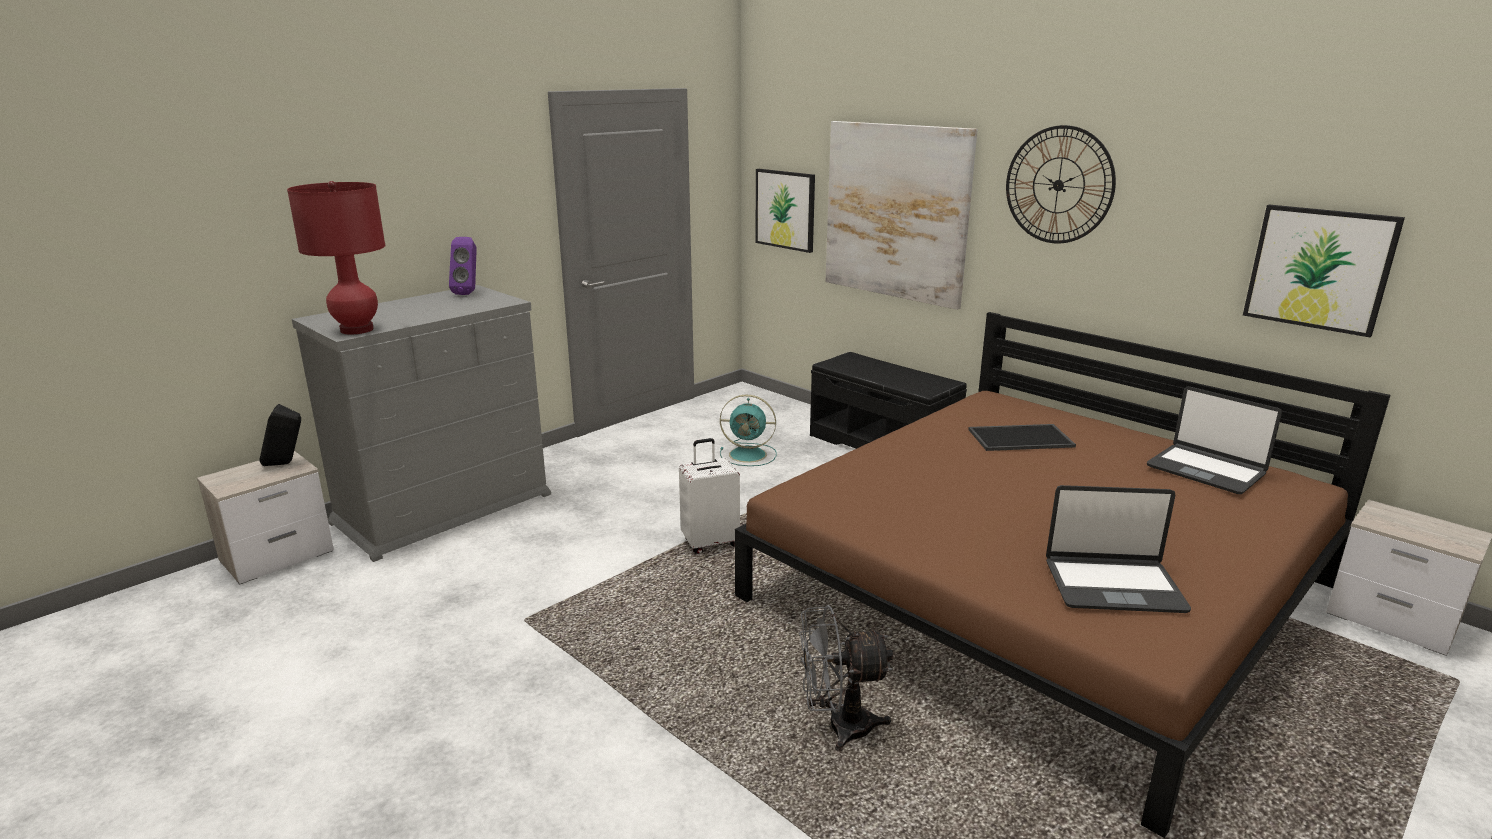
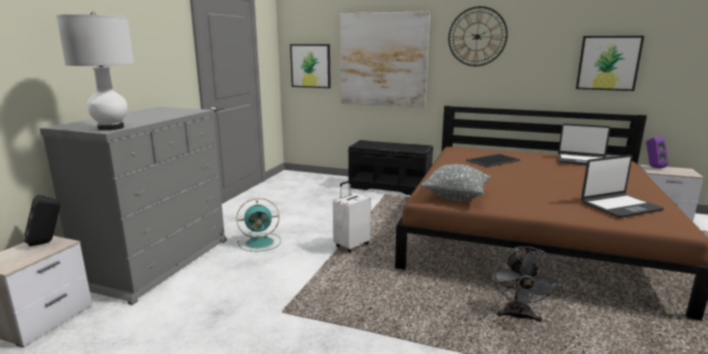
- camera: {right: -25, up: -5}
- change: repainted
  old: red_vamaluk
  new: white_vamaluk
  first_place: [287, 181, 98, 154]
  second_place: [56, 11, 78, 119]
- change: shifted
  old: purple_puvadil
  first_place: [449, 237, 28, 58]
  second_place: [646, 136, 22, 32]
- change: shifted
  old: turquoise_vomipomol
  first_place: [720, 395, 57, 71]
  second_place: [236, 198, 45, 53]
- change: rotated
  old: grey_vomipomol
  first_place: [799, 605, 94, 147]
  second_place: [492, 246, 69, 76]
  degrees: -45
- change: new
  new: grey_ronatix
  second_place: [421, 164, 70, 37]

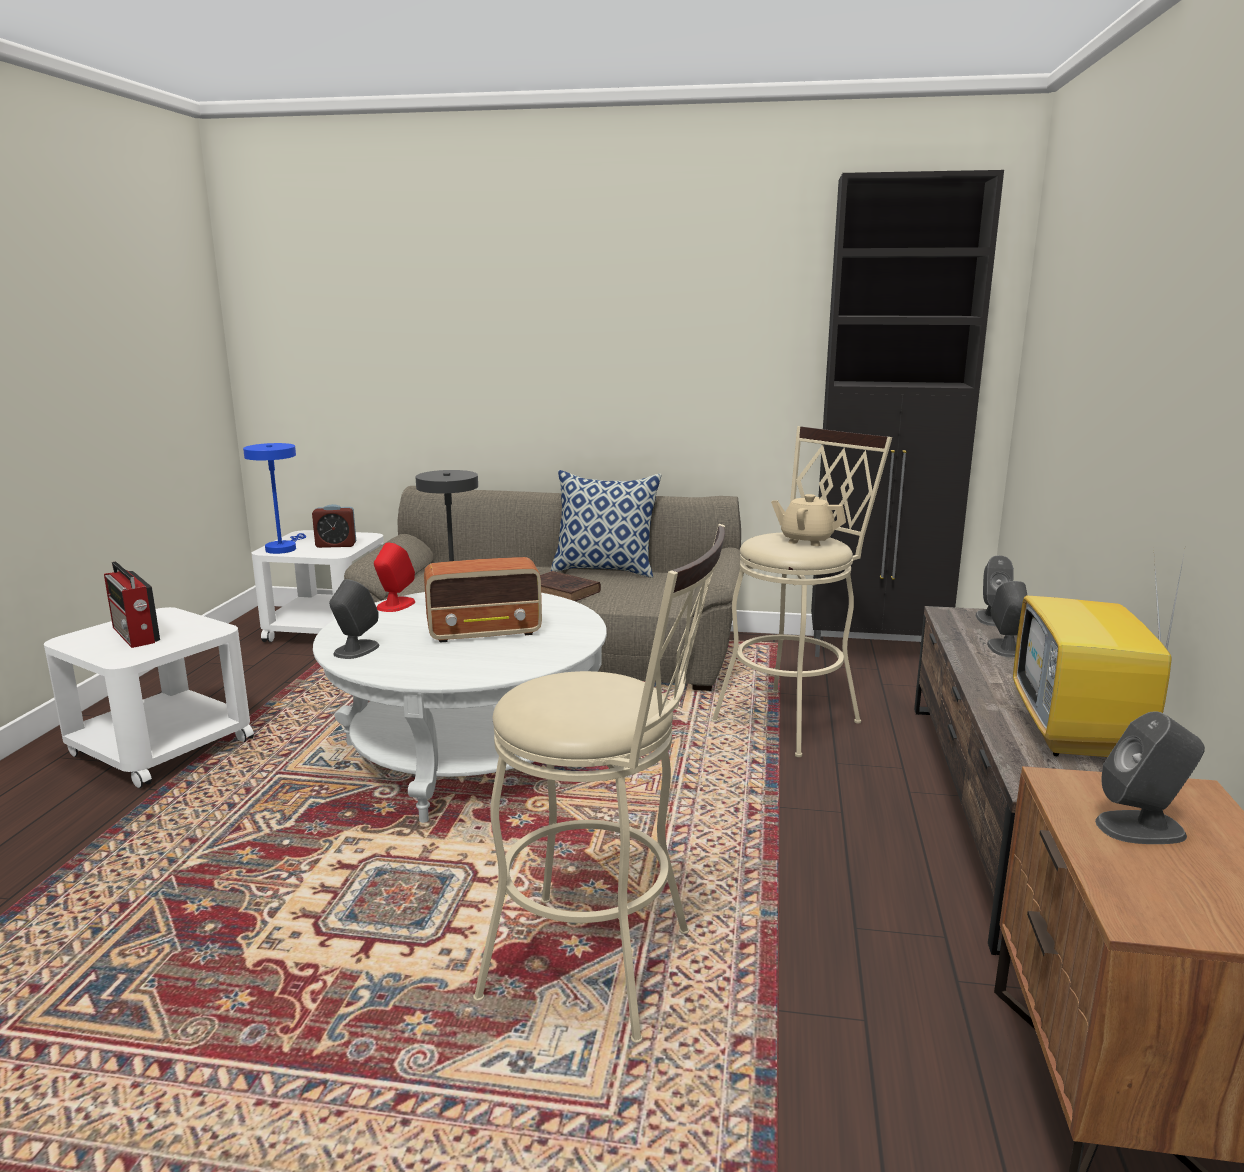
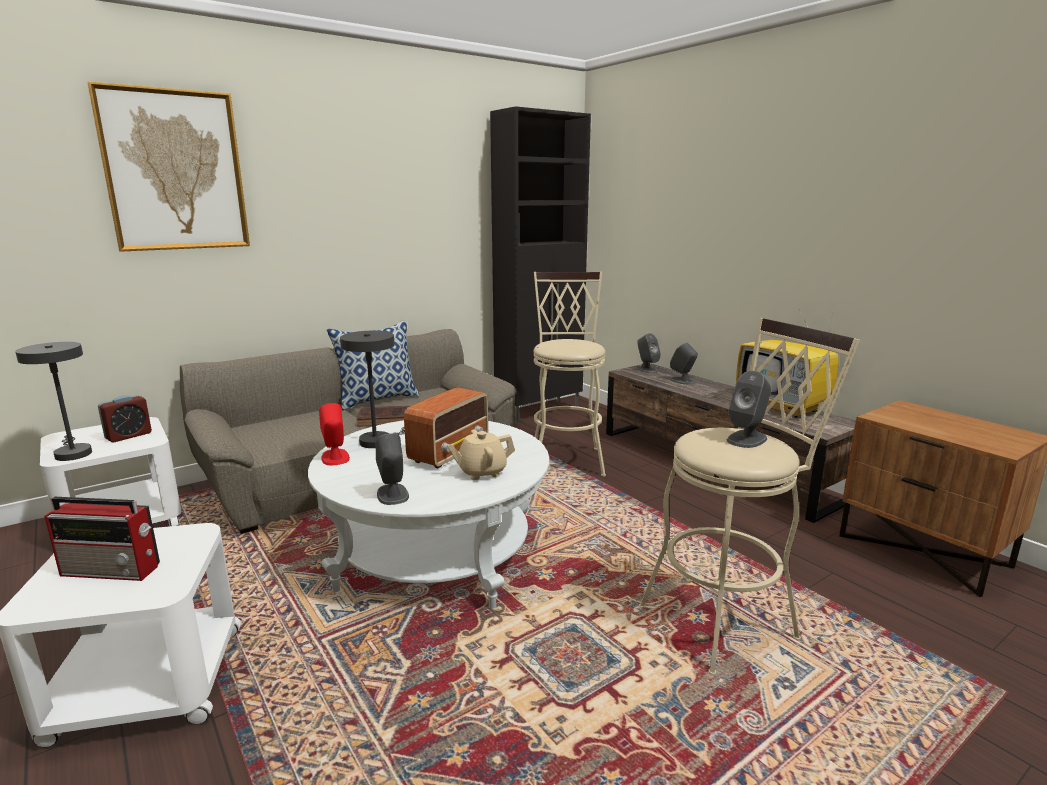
- camera: {right: -45, up: 0}
- change: repainted
  old: blue_vamaluk
  new: grey_vamaluk
  first_place: [243, 443, 63, 111]
  second_place: [15, 342, 77, 119]
- change: shifted
  old: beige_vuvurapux
  first_place: [771, 494, 75, 52]
  second_place: [447, 429, 68, 51]
- change: shifted
  old: grey_puvadil
  first_place: [1095, 711, 110, 133]
  second_place: [727, 371, 44, 77]
- change: new
  new: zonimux
  second_place: [87, 81, 163, 171]

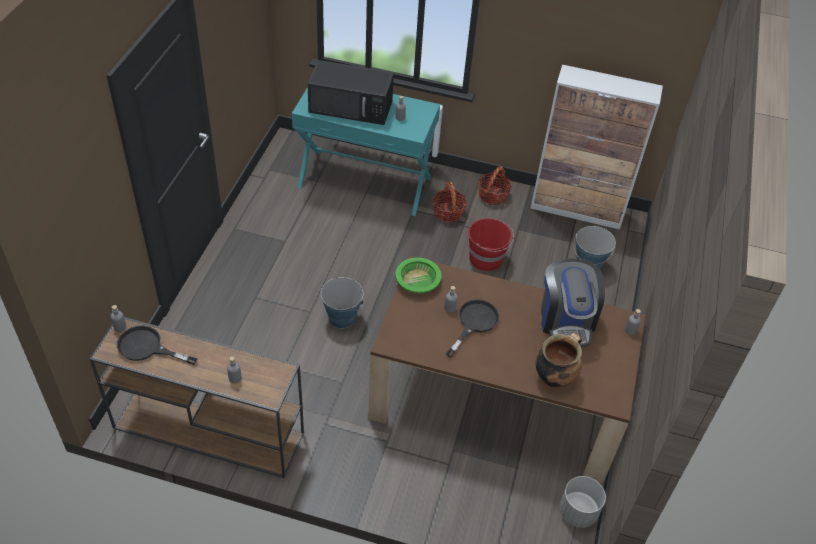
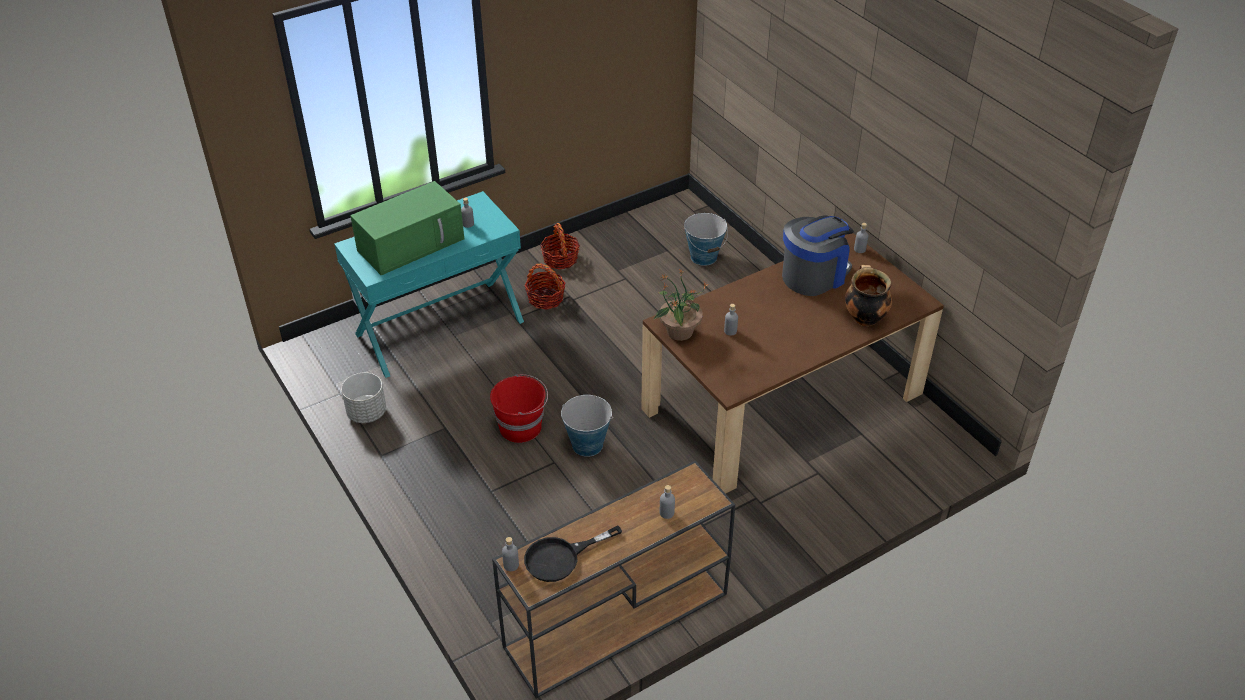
- camera: {right: -45, up: -5}
- change: repainted
  old: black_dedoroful
  new: green_dedoroful
  first_place: [307, 60, 87, 65]
  second_place: [350, 181, 114, 94]
- change: gone
  old: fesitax
  first_place: [530, 65, 133, 164]
- change: shifted
  old: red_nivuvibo
  first_place: [468, 218, 46, 53]
  second_place: [490, 374, 58, 69]
- change: swapped
  old: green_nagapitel
  new: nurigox
  first_place: [395, 258, 46, 35]
  second_place: [653, 269, 56, 72]
- change: rotated
  old: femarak
  first_place: [541, 259, 64, 88]
  second_place: [782, 216, 72, 80]
  degrees: -75
- change: gone
  old: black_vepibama
  first_place: [446, 299, 53, 59]
- change: shifted
  old: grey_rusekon
  first_place: [560, 476, 46, 52]
  second_place: [341, 372, 45, 51]

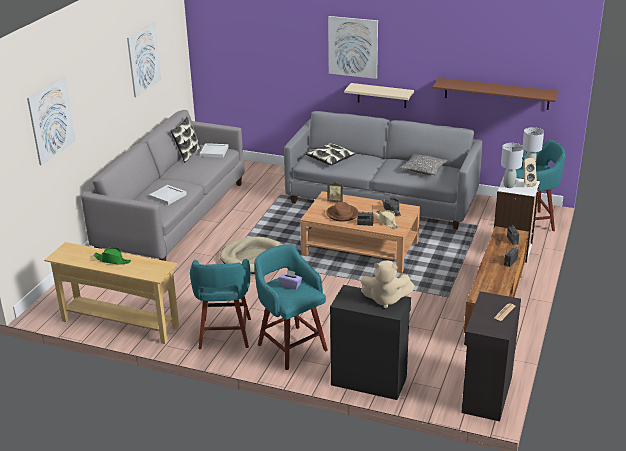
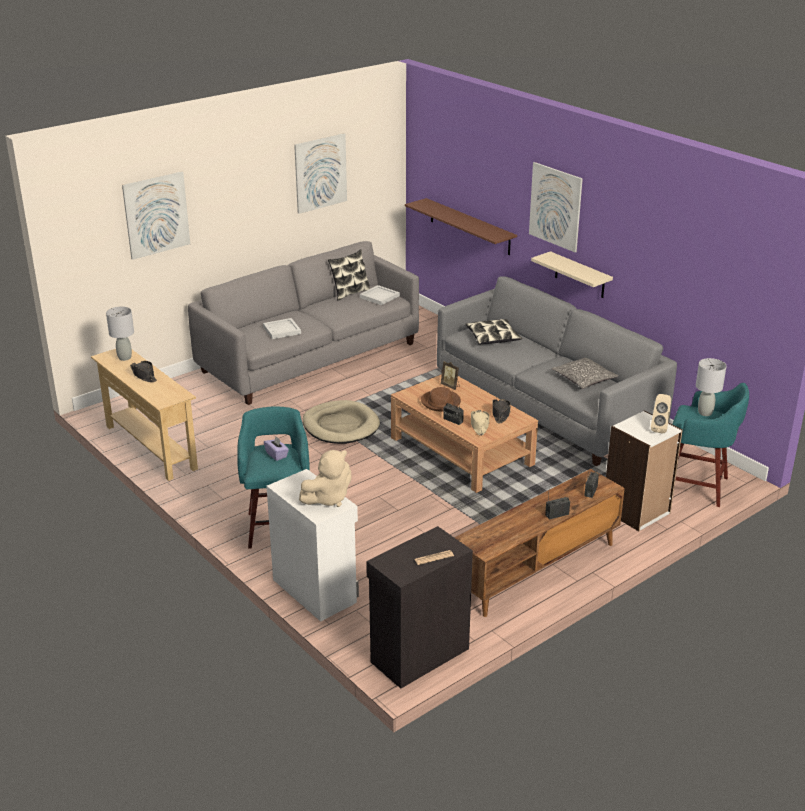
- camera: {right: 30, up: 0}
- change: shifted
  old: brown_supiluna
  first_place: [432, 78, 127, 32]
  second_place: [405, 198, 112, 57]
- change: shifted
  old: grey_vamaluk
  first_place: [501, 143, 23, 45]
  second_place: [106, 306, 28, 55]
- change: repainted
  old: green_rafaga
  new: black_rafaga
  first_place: [93, 247, 38, 17]
  second_place: [130, 361, 27, 21]
- change: gone
  old: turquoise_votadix
  first_place: [190, 259, 61, 90]
- change: rotated
  old: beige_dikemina
  first_place: [361, 261, 53, 48]
  second_place: [299, 450, 53, 57]
  degrees: -75
- change: repainted
  old: black_fesitax
  new: white_fesitax
  first_place: [330, 285, 81, 115]
  second_place: [266, 469, 93, 153]

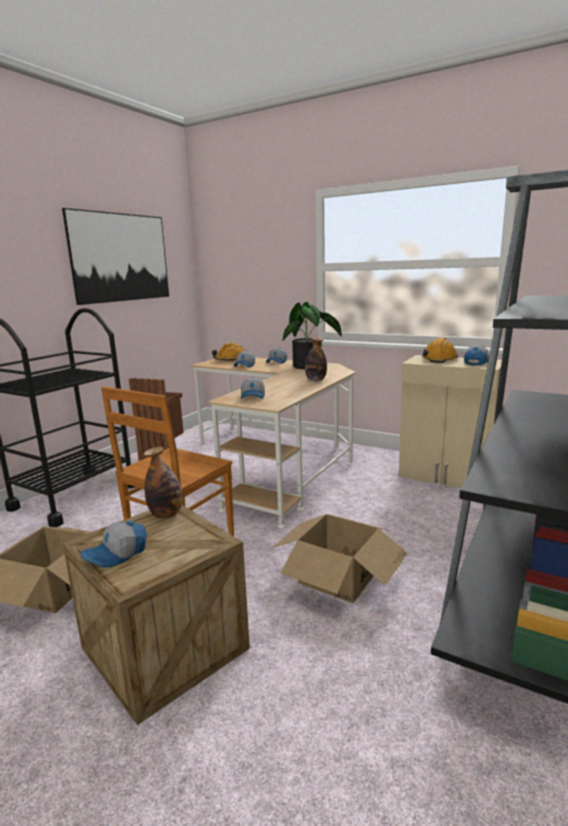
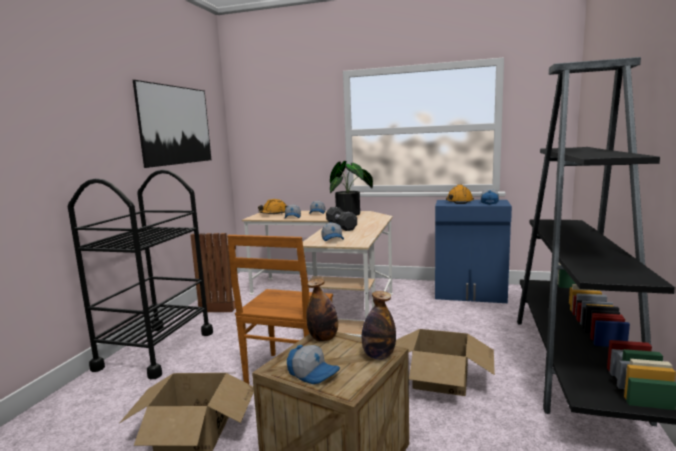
- camera: {right: -15, up: -5}
- change: shifted
  old: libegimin
  first_place: [305, 337, 22, 44]
  second_place: [362, 291, 34, 69]
- change: repainted
  old: beige_fesitax
  new: blue_fesitax
  first_place: [399, 355, 103, 133]
  second_place: [435, 200, 77, 103]
- change: rotated
  old: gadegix
  first_place: [80, 521, 67, 47]
  second_place: [287, 345, 53, 39]
  degrees: -90
- change: new
  new: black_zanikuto
  second_place: [326, 207, 31, 24]

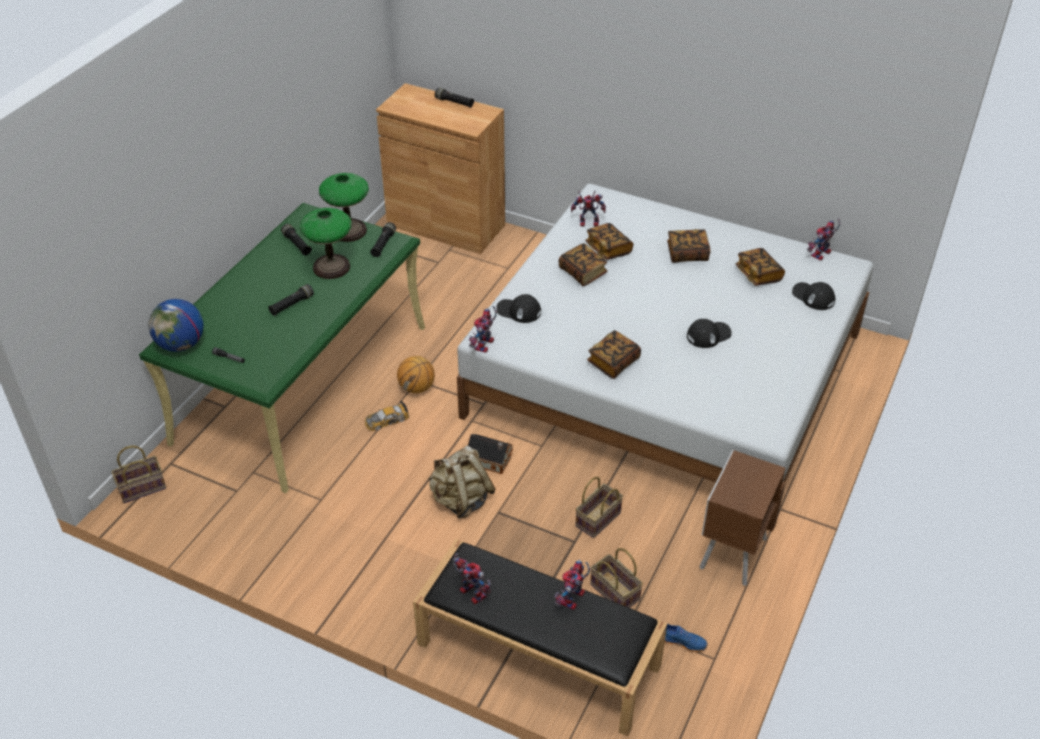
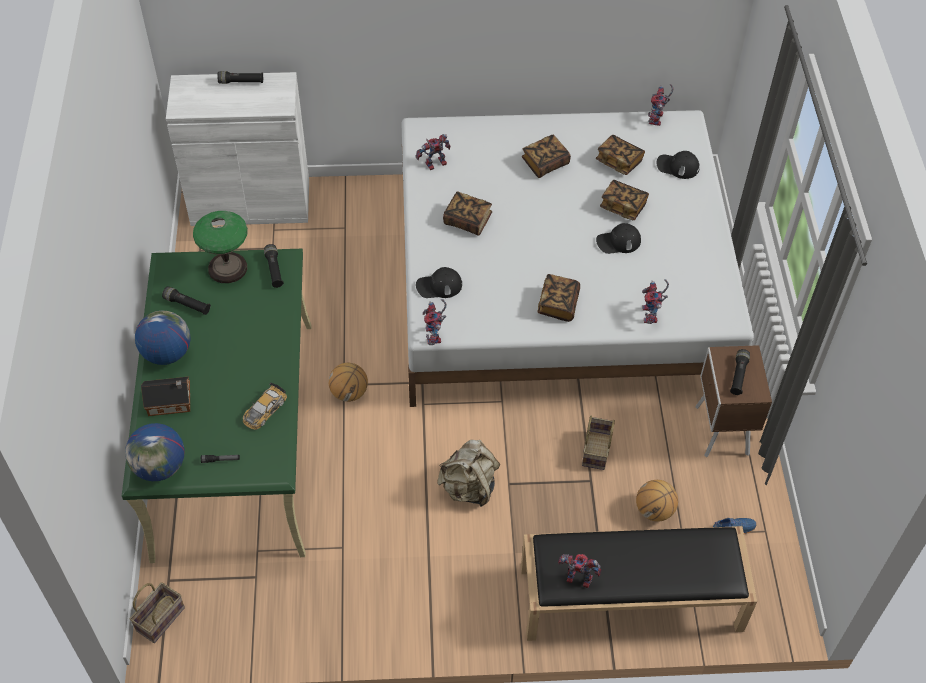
- camera: {right: -30, up: 10}
- change: repainted
  old: brown_fesitax
  new: white_fesitax
  first_place: [376, 83, 129, 171]
  second_place: [166, 72, 143, 154]
- change: gone
  old: vamaluk
  first_place: [300, 208, 52, 71]
- change: shifted
  old: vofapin
  first_place: [585, 223, 48, 37]
  second_place: [600, 180, 49, 40]
- change: shifted
  old: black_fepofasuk
  first_place: [268, 284, 46, 32]
  second_place: [730, 349, 20, 46]
- change: rotated
  old: black_gadegix
  first_place: [687, 319, 45, 29]
  second_place: [596, 223, 45, 31]
  degrees: -135
- change: shifted
  old: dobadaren
  first_place: [365, 401, 44, 30]
  second_place: [243, 383, 44, 47]
- change: shifted
  old: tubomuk
  first_place: [468, 434, 45, 40]
  second_place: [141, 377, 49, 39]
- change: swapped
  old: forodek
  new: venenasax
  first_place: [590, 548, 53, 60]
  second_place: [636, 480, 42, 42]
- change: shifted
  old: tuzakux
  first_place: [554, 559, 36, 51]
  second_place: [642, 279, 27, 45]
- change: new
  new: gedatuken
  second_place: [135, 311, 56, 54]

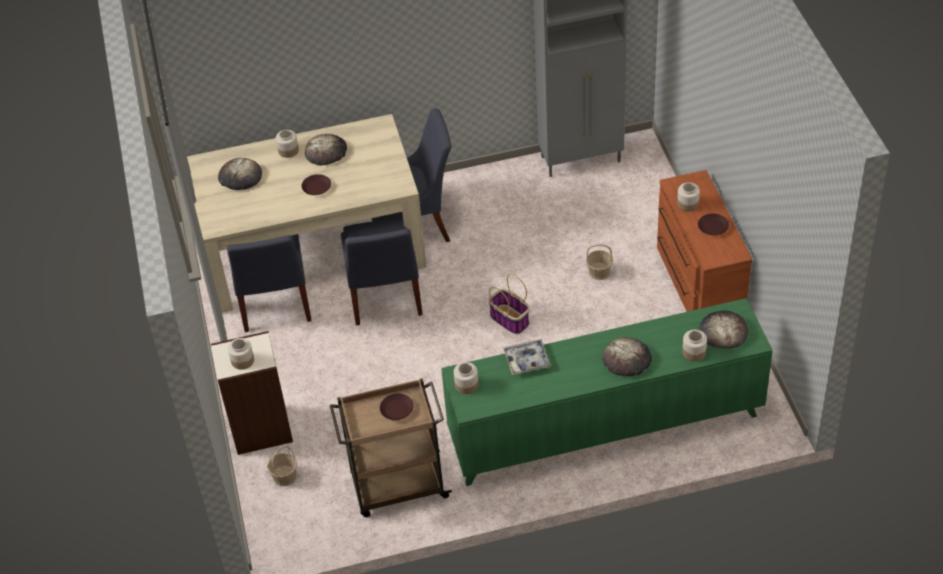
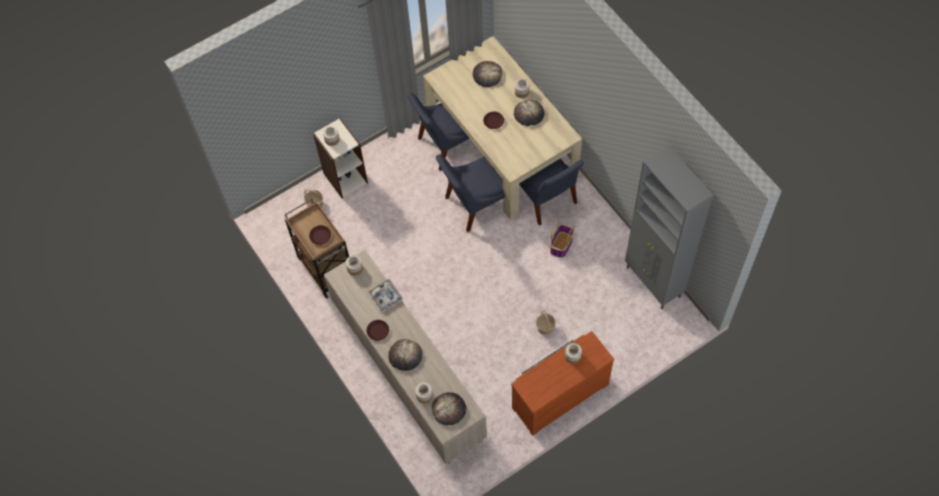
- camera: {right: 70, up: 15}
- change: shifted
  old: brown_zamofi
  first_place: [698, 213, 31, 22]
  second_place: [367, 320, 22, 21]
- change: shifted
  old: forodek
  first_place: [488, 274, 42, 61]
  second_place: [550, 219, 25, 39]
- change: repainted
  old: green_fesitax
  new: beige_fesitax
  first_place: [441, 298, 331, 188]
  second_place: [324, 250, 163, 214]

